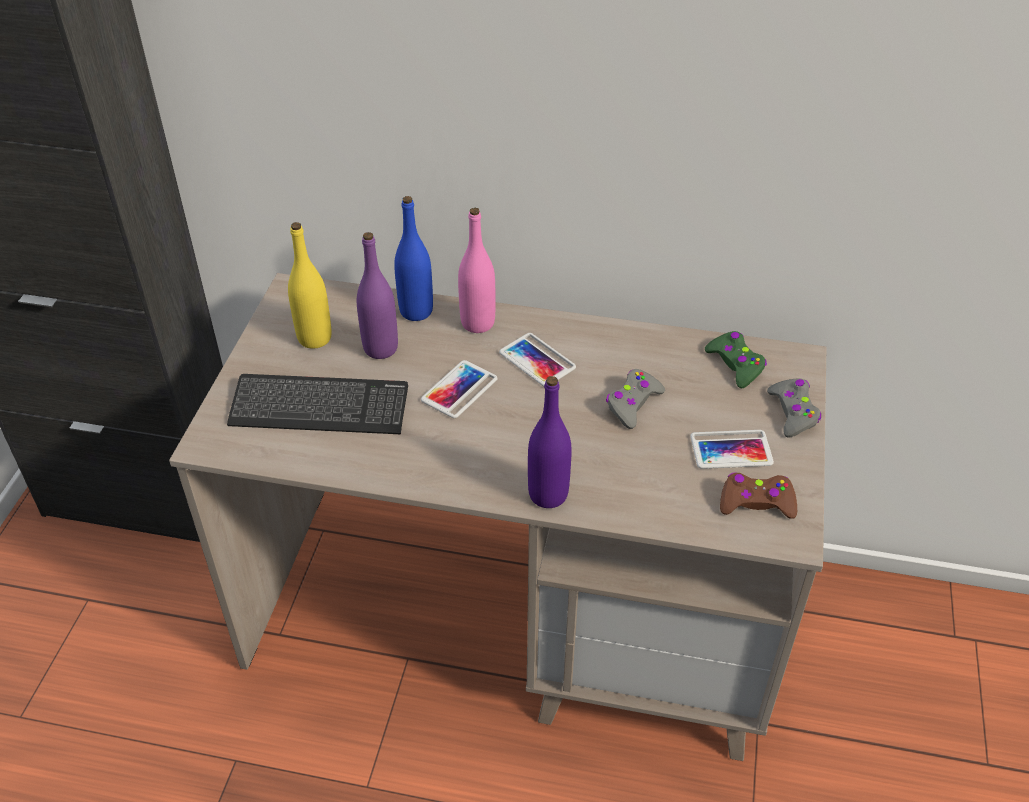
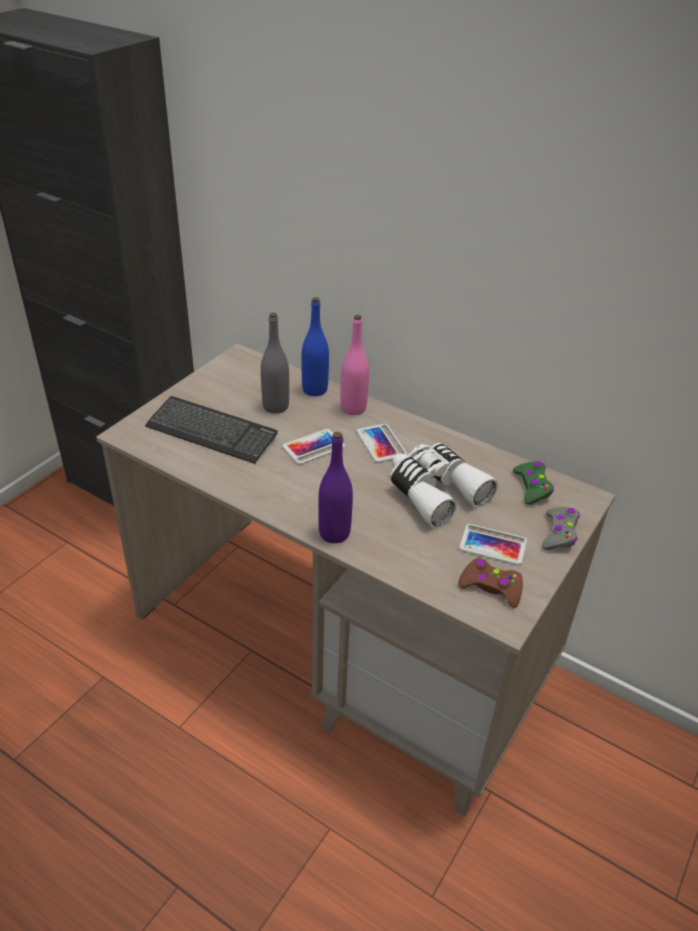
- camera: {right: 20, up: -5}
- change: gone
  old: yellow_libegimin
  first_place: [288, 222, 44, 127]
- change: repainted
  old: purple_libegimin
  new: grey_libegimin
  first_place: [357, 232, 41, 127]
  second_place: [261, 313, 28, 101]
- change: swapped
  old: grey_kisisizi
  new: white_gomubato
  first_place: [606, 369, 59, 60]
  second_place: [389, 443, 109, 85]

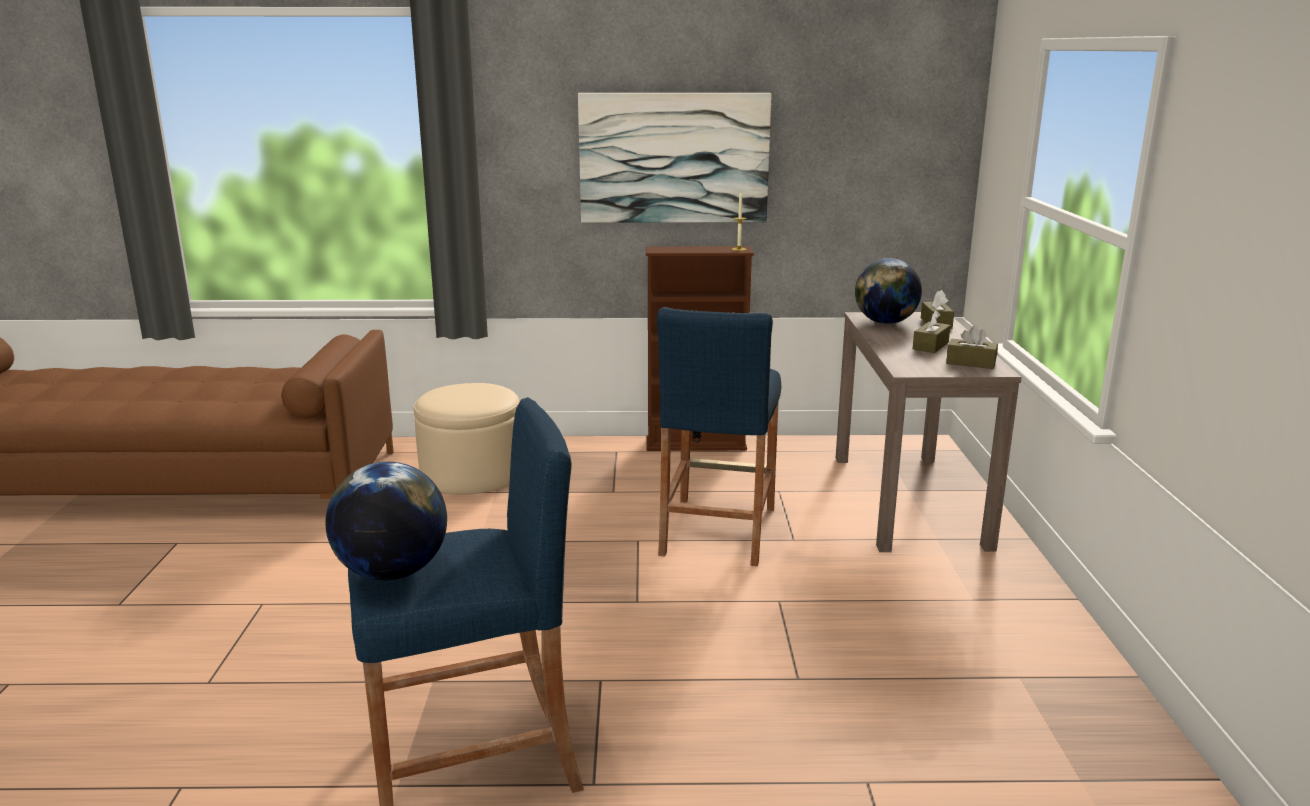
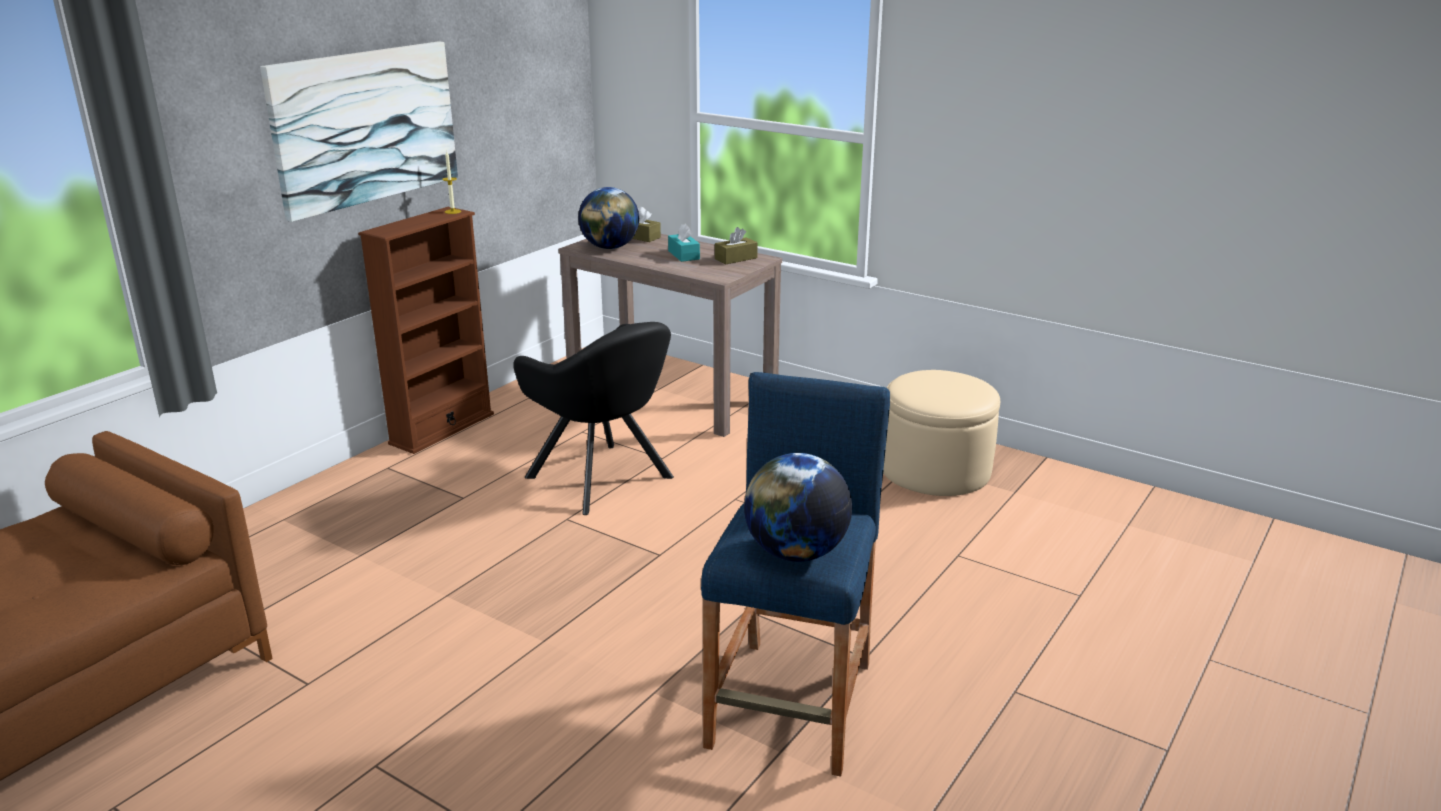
- camera: {right: -55, up: 5}
- change: swapped
  old: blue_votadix
  new: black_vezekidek
  first_place: [657, 307, 124, 259]
  second_place: [513, 322, 161, 193]
- change: repainted
  old: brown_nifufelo
  new: turquoise_nifufelo
  first_place: [913, 310, 38, 43]
  second_place: [668, 224, 32, 38]
- change: shifted
  old: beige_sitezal
  first_place: [414, 383, 105, 112]
  second_place: [883, 370, 117, 126]

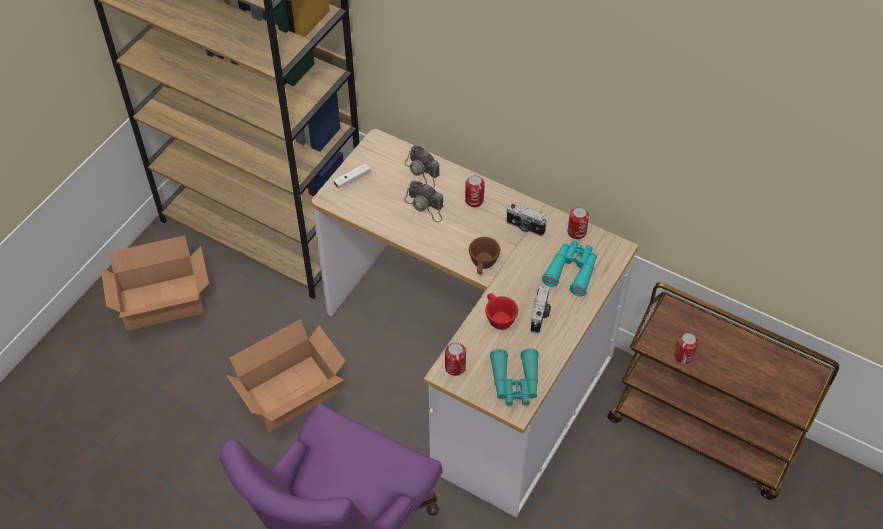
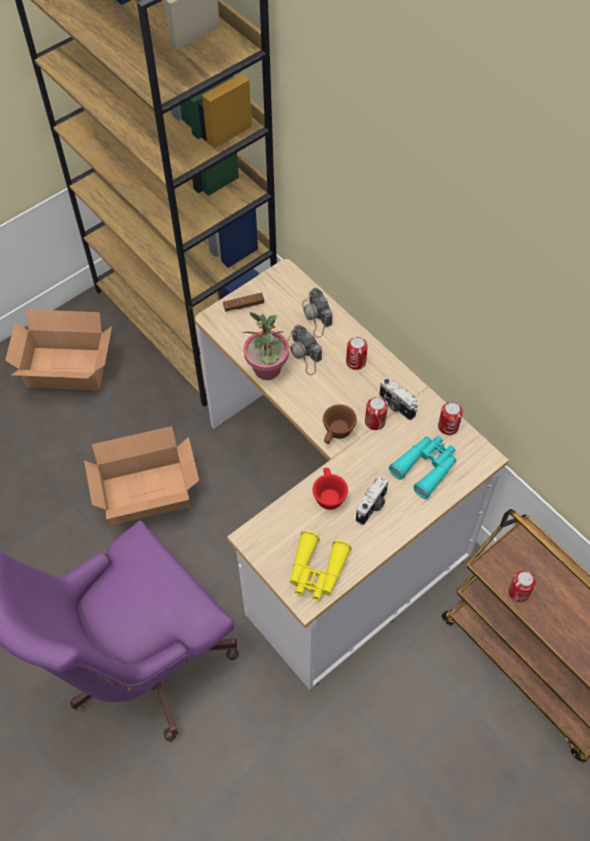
- camera: {right: 20, up: 5}
- change: repainted
  old: white_kisisizi
  new: brown_kisisizi
  first_place: [334, 163, 36, 25]
  second_place: [223, 293, 41, 19]
- change: shifted
  old: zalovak
  first_place: [445, 343, 21, 33]
  second_place: [365, 397, 23, 33]
- change: repainted
  old: turquoise_gomubato
  new: yellow_gomubato
  first_place: [490, 348, 49, 58]
  second_place: [290, 530, 61, 71]
- change: new
  new: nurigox
  second_place: [242, 312, 47, 68]

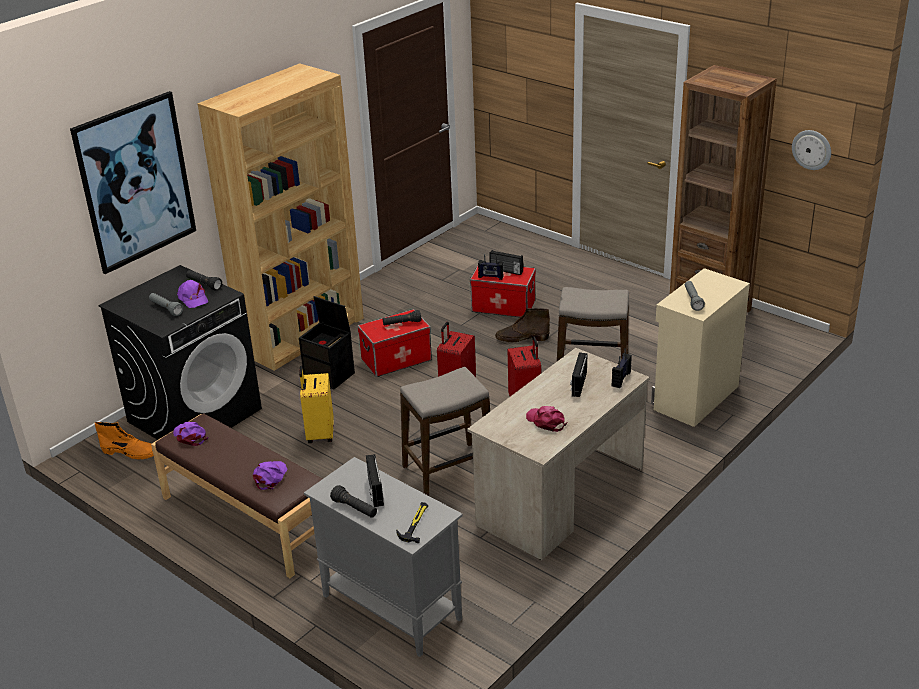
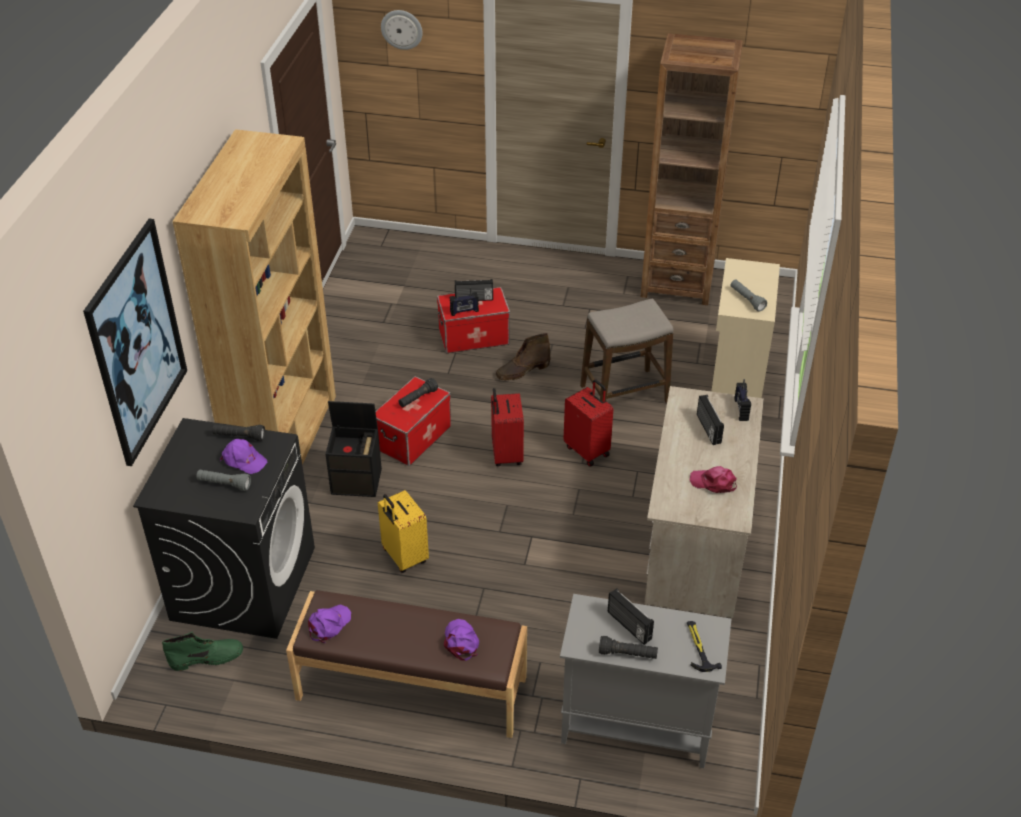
- camera: {right: -30, up: 10}
- change: shifted
  old: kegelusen
  first_place: [792, 130, 39, 40]
  second_place: [381, 10, 42, 40]
- change: gone
  old: votadix
  first_place: [400, 367, 90, 129]
- change: repainted
  old: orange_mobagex
  new: green_mobagex
  first_place: [95, 422, 59, 38]
  second_place: [162, 631, 81, 40]
- change: rotated
  old: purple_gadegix
  first_place: [173, 422, 35, 24]
  second_place: [308, 604, 43, 39]
  degrees: 105

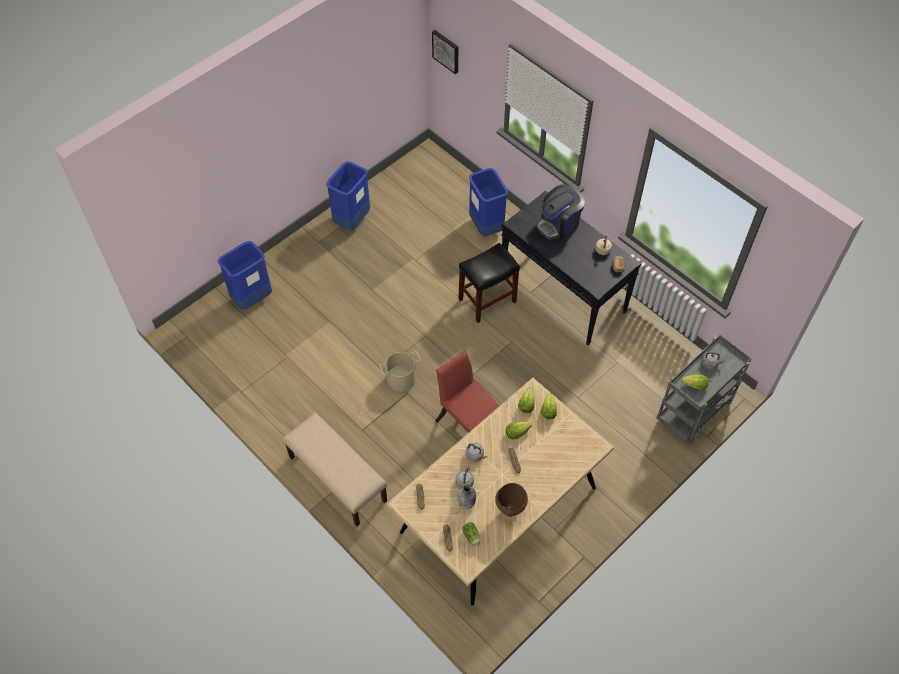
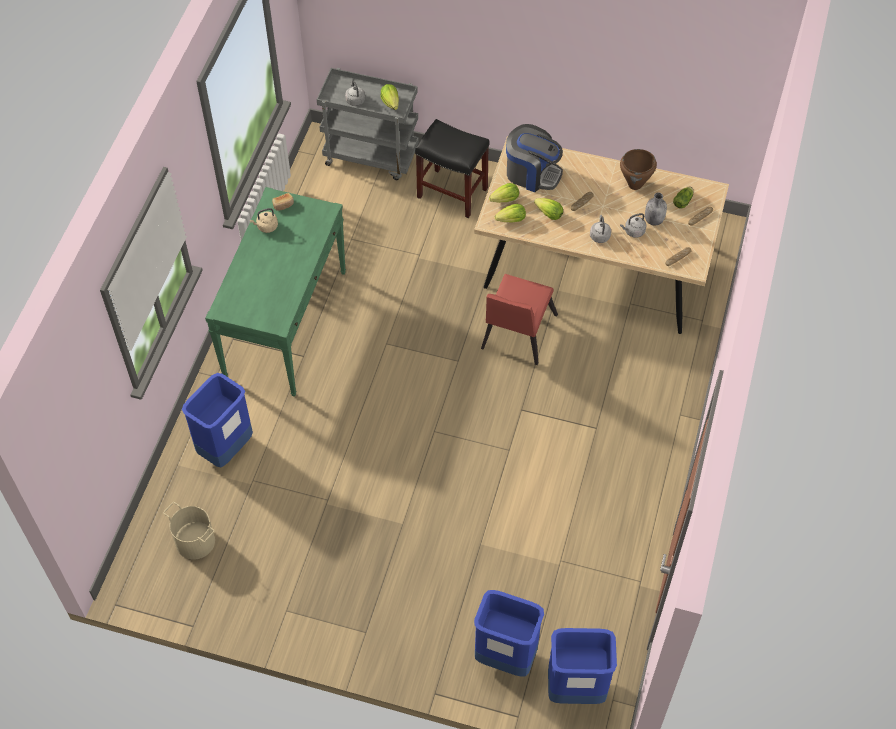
- camera: {right: -120, up: 0}
- change: gone
  old: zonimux
  first_place: [432, 30, 26, 44]
- change: shifted
  old: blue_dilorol
  first_place: [326, 161, 44, 69]
  second_place: [548, 628, 69, 76]
- change: shifted
  old: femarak
  first_place: [536, 185, 49, 55]
  second_place: [506, 124, 57, 68]
- change: repainted
  old: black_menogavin
  new: green_menogavin
  first_place: [501, 191, 140, 154]
  second_place: [205, 187, 141, 210]
- change: shifted
  old: black_votadix
  first_place: [458, 243, 62, 80]
  second_place: [415, 119, 75, 99]
- change: shifted
  old: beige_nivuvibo
  first_place: [379, 351, 42, 41]
  second_place: [163, 502, 52, 58]
- change: gone
  old: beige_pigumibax
  first_place: [282, 412, 105, 114]

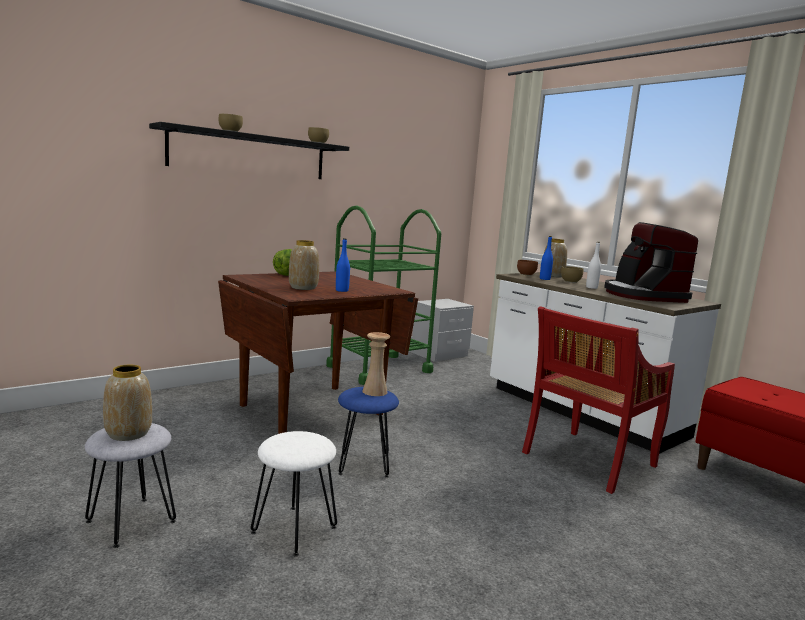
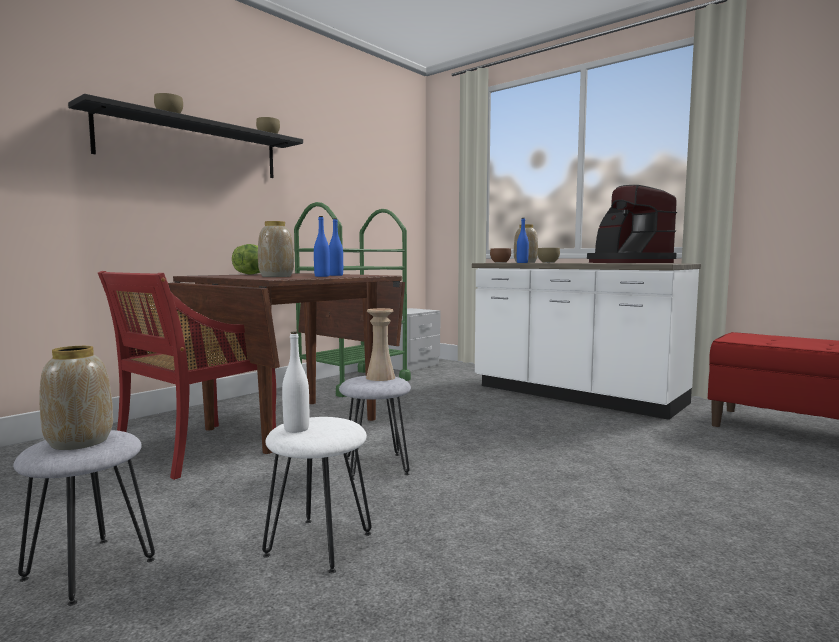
- camera: {right: -10, up: -5}
- change: shifted
  old: white_libegimin
  first_place: [586, 242, 15, 47]
  second_place: [282, 331, 27, 102]
- change: shifted
  old: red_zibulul
  first_place: [522, 306, 153, 188]
  second_place: [98, 271, 178, 209]
- change: repainted
  old: blue_votadix
  new: grey_votadix
  first_place: [338, 387, 61, 91]
  second_place: [339, 376, 72, 104]
- change: new
  new: blue_libegimin
  second_place: [329, 218, 14, 58]

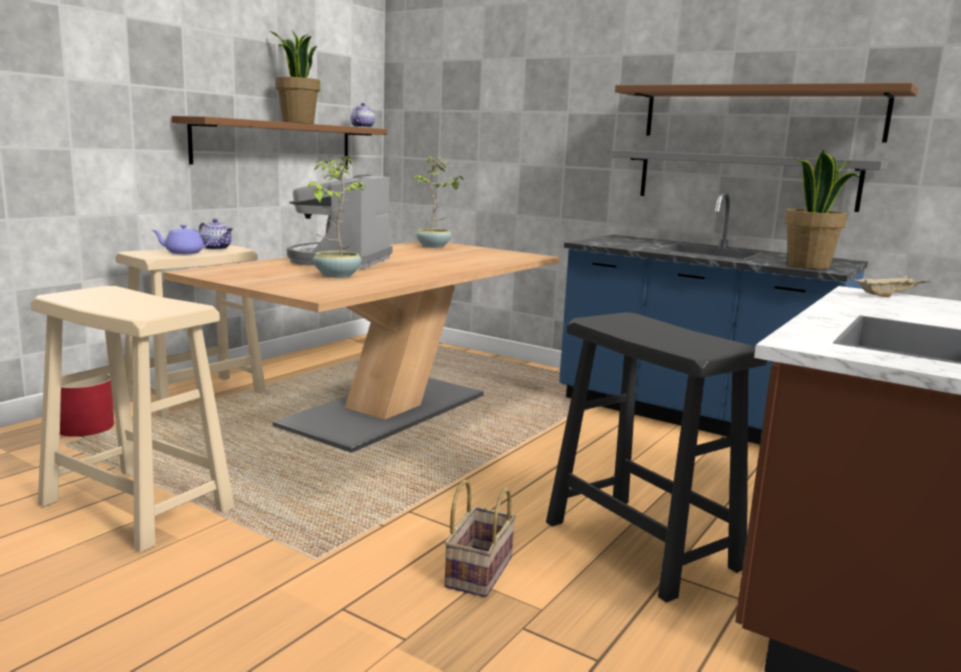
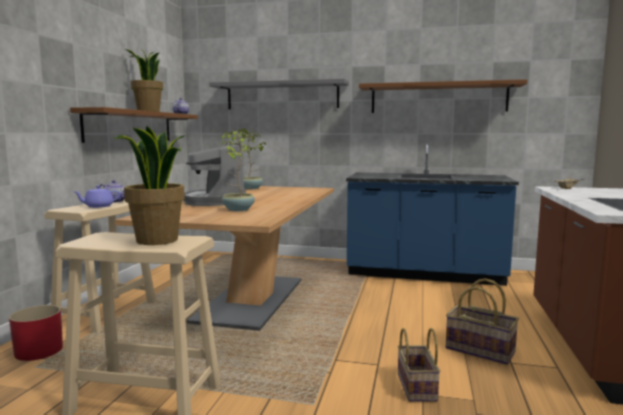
- camera: {right: -20, up: -5}
- change: shifted
  old: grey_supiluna
  first_place: [611, 150, 277, 62]
  second_place: [209, 79, 140, 31]
- change: shifted
  old: nurigox
  first_place: [785, 150, 75, 119]
  second_place: [114, 126, 72, 119]
- change: swapped
  old: black_votadix
  new: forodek
  first_place: [546, 312, 221, 291]
  second_place: [446, 278, 73, 87]

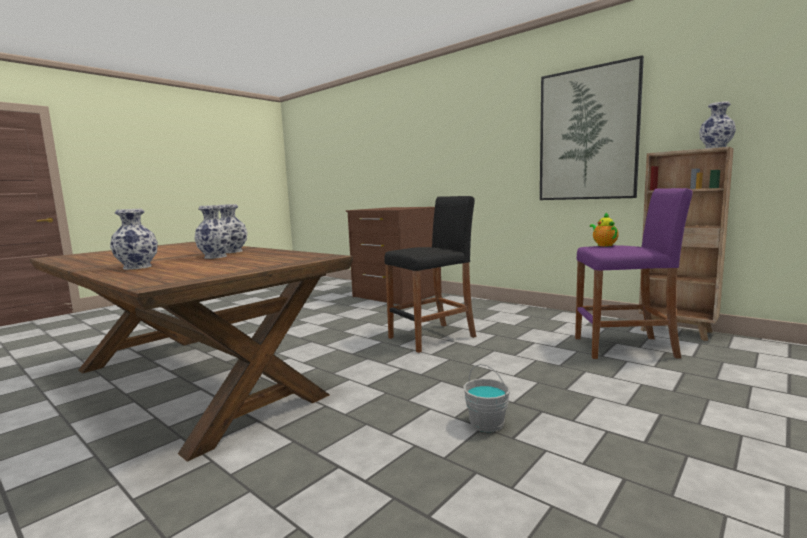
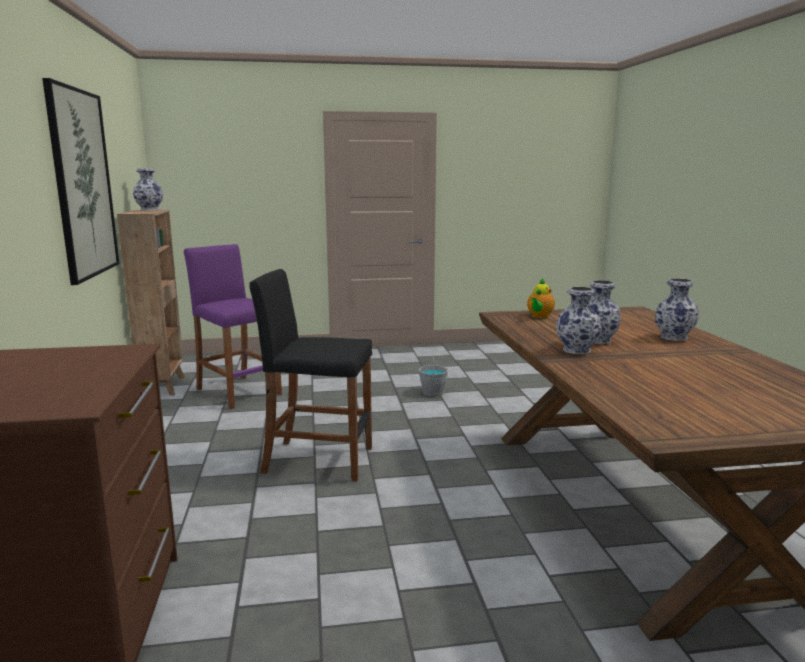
- camera: {right: -140, up: 5}
- change: shifted
  old: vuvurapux
  first_place: [590, 213, 29, 33]
  second_place: [527, 278, 28, 40]

